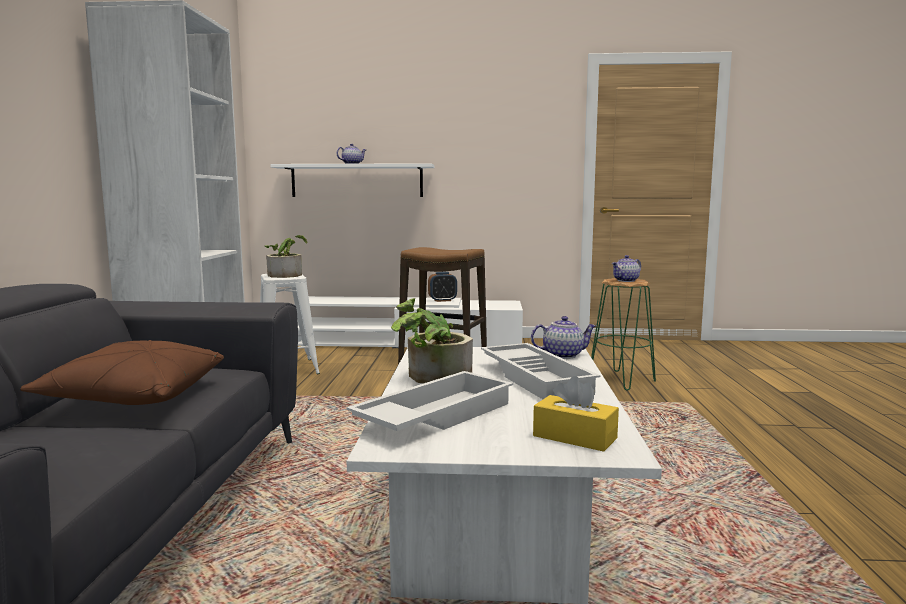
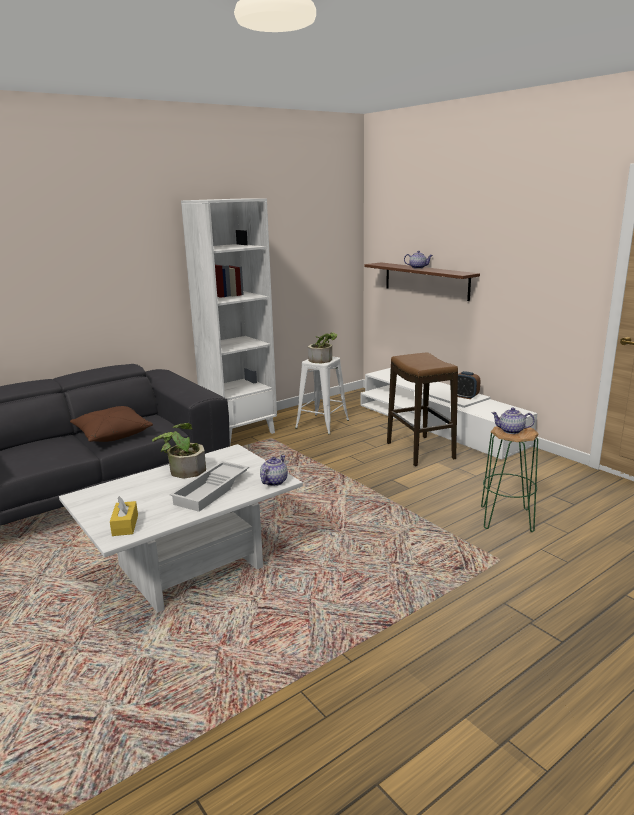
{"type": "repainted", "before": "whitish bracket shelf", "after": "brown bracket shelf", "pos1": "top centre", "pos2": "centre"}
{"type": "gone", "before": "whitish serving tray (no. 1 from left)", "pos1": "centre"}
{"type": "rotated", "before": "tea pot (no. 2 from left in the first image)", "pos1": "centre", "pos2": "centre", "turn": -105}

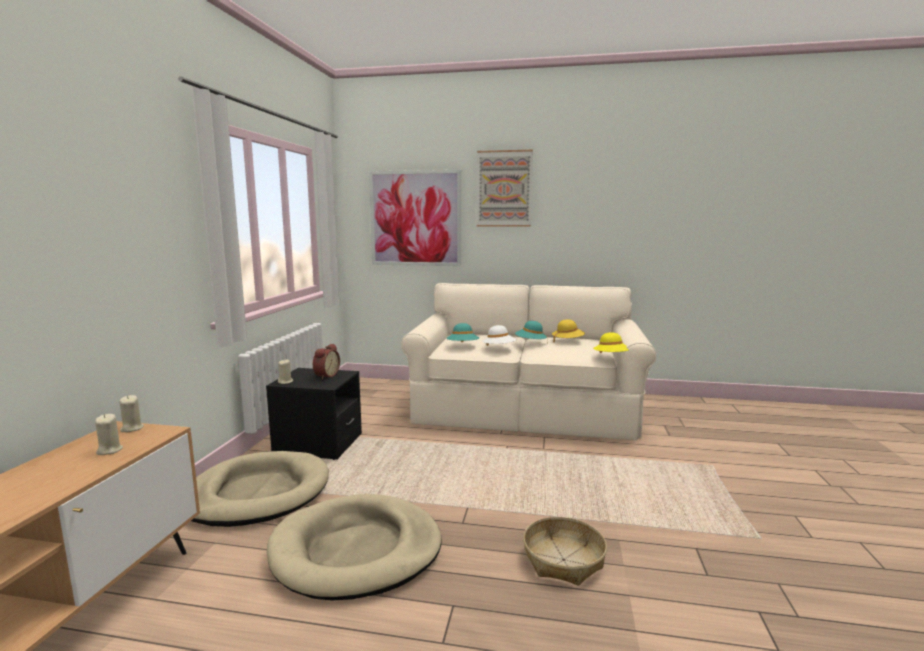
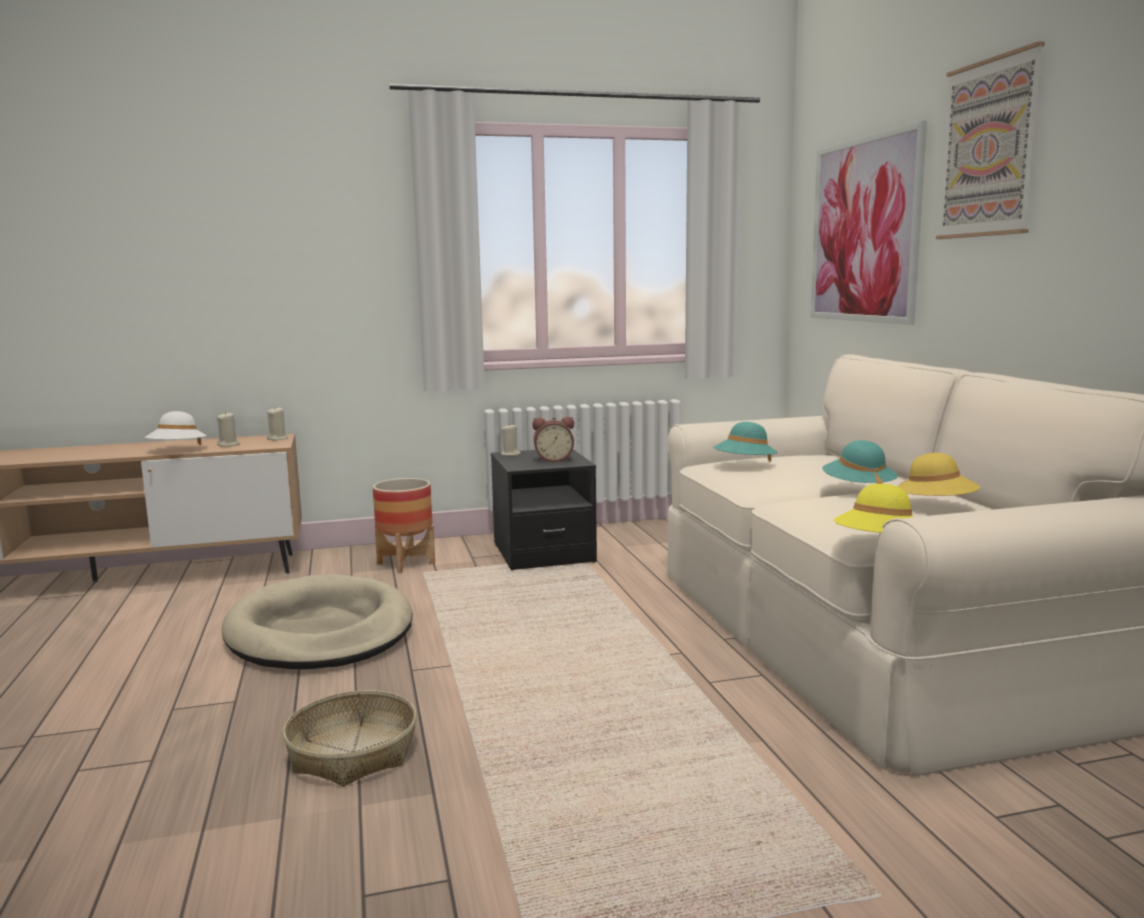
{"type": "swapped", "before": "beige-coloured dog bed (no. 1 from left)", "after": "planter", "pos1": "bottom left", "pos2": "centre"}
{"type": "shifted", "before": "whitish hat", "pos1": "centre", "pos2": "middle left"}

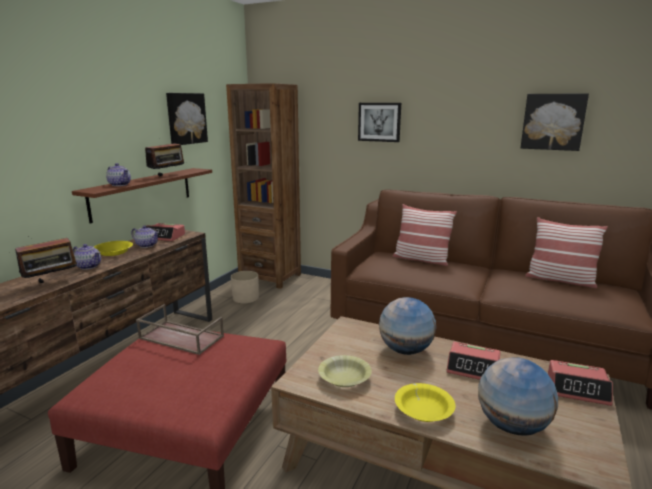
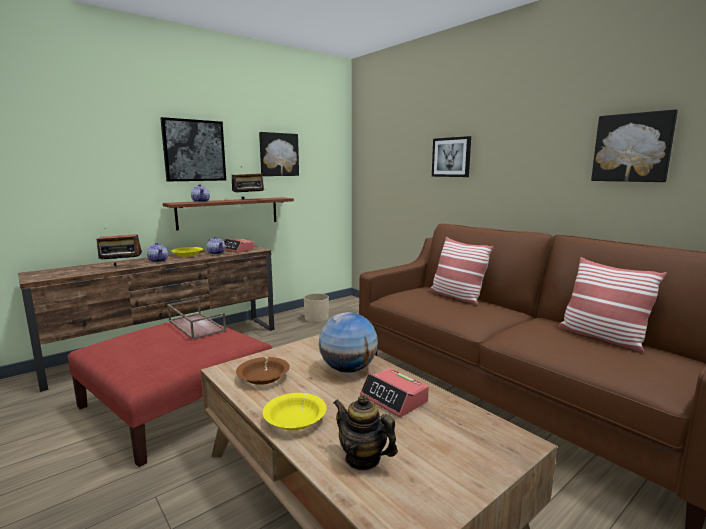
{"type": "gone", "before": "brown shelving unit", "pos1": "centre"}
{"type": "repainted", "before": "yellowish bowl (no. 2 from left)", "after": "brown bowl", "pos1": "bottom centre", "pos2": "bottom centre"}
{"type": "swapped", "before": "desk globe (no. 2 from left)", "after": "tea pot (no. 4 from left)", "pos1": "bottom right", "pos2": "bottom centre"}
{"type": "gone", "before": "alarm clock (no. 3 from left)", "pos1": "bottom right"}
{"type": "new", "after": "wall picture (no. 1 from left)", "pos2": "top left"}

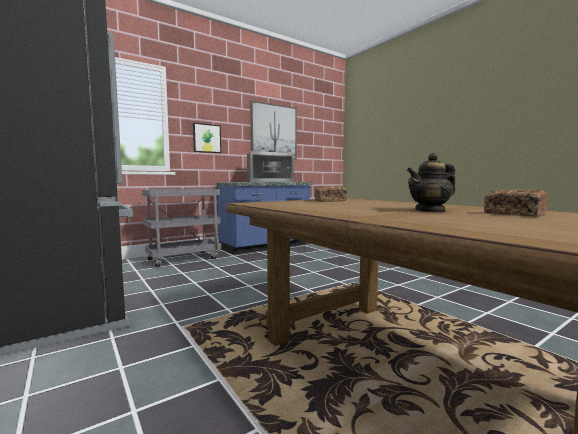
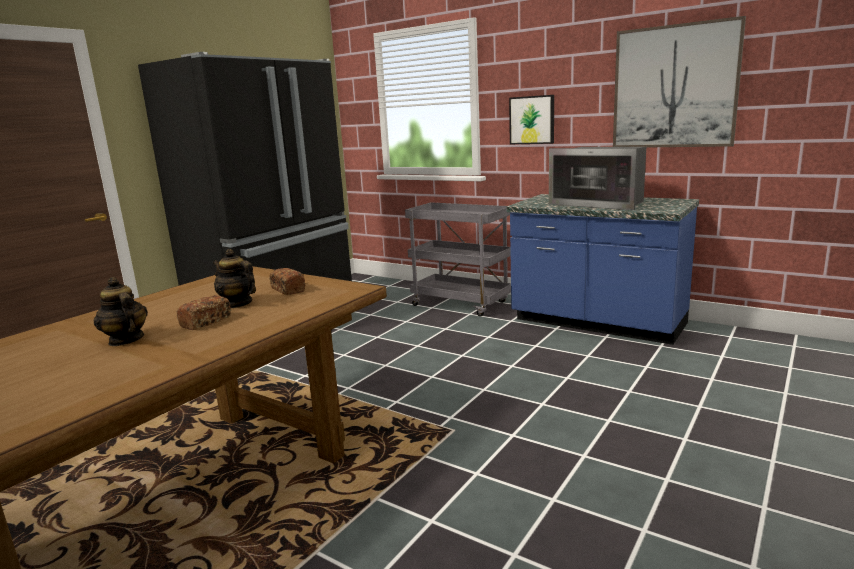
{"type": "shifted", "before": "baked bread (no. 2 from left in the first image)", "after": "baked bread (no. 1 from left)", "pos1": "middle right", "pos2": "middle left"}
{"type": "new", "after": "tea pot (no. 2 from left)", "pos2": "middle left"}

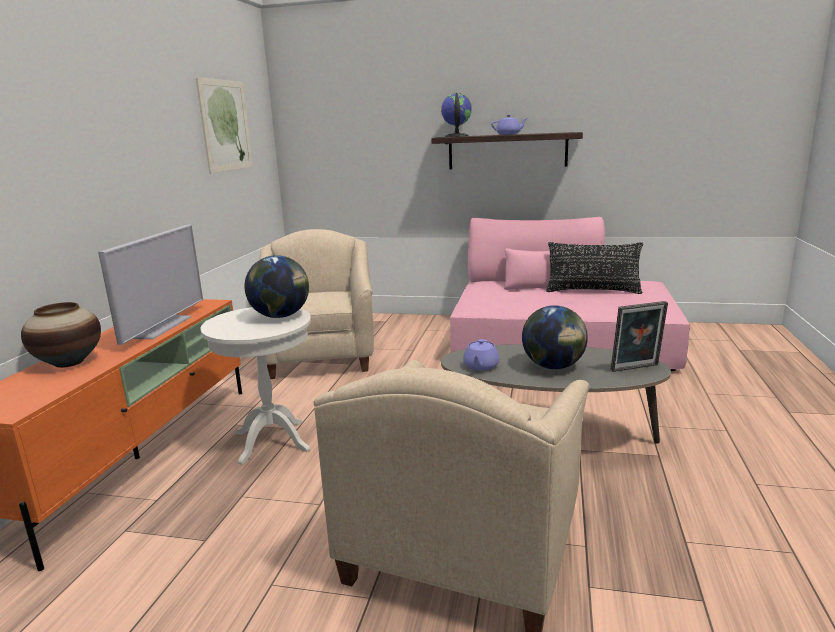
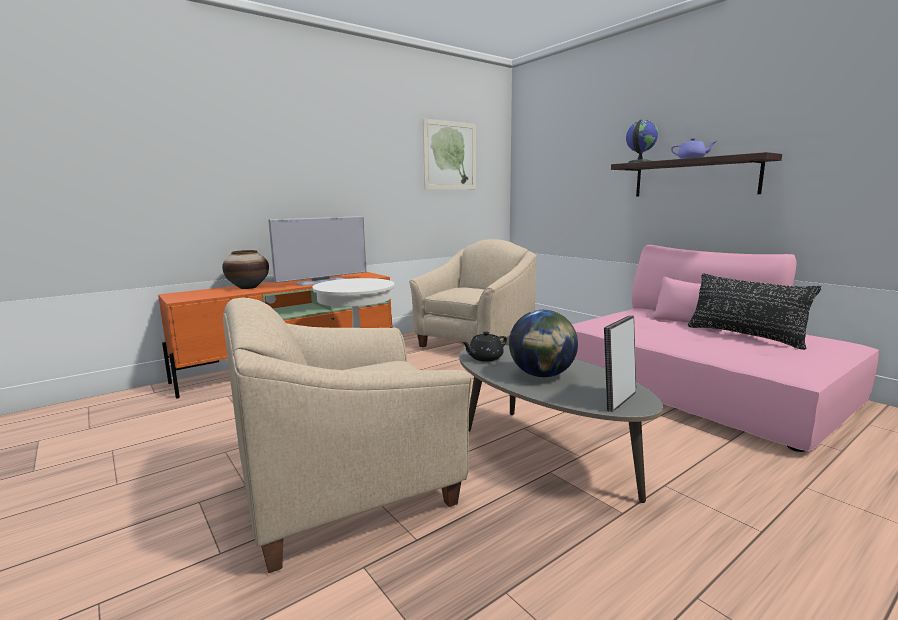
{"type": "gone", "before": "desk globe (no. 1 from left)", "pos1": "middle left"}
{"type": "repainted", "before": "purple tea pot (no. 1 from left)", "after": "black tea pot", "pos1": "centre", "pos2": "centre"}
{"type": "rotated", "before": "photo frame", "pos1": "middle right", "pos2": "middle right", "turn": 105}

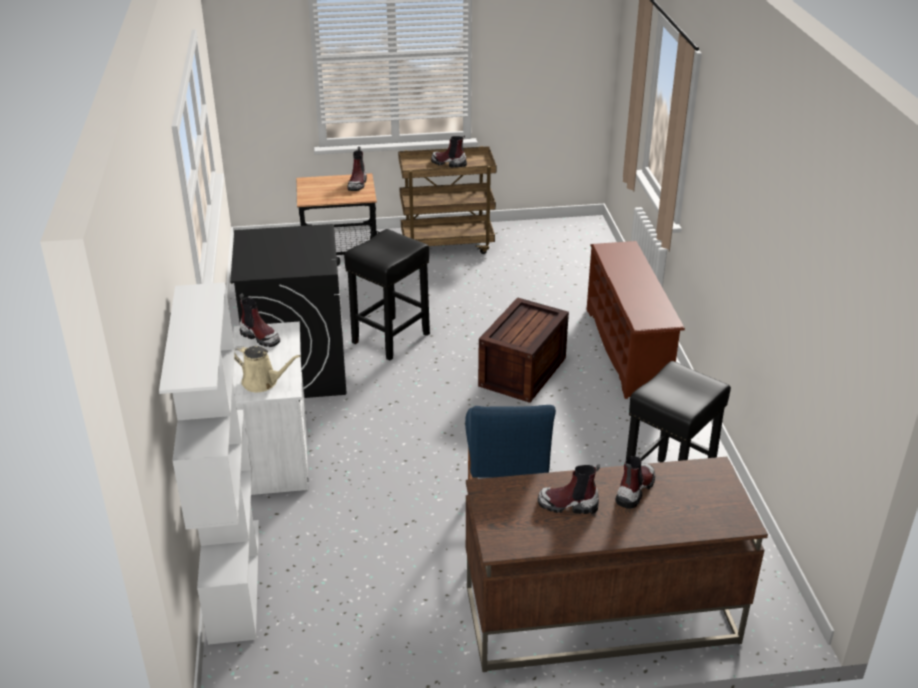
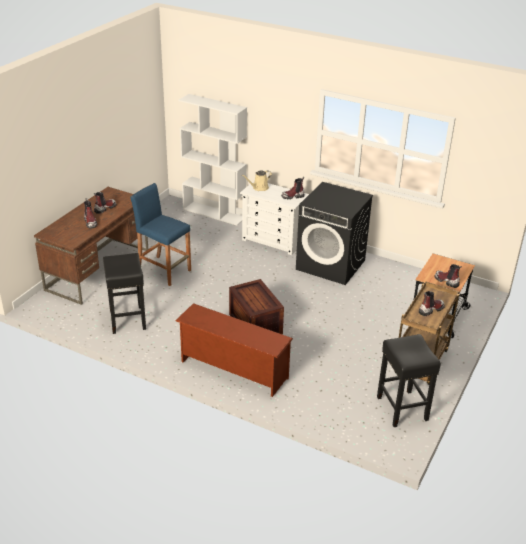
{"type": "shifted", "before": "black sitting stool (no. 1 from left in the first image)", "after": "black sitting stool (no. 2 from left)", "pos1": "centre", "pos2": "bottom right"}

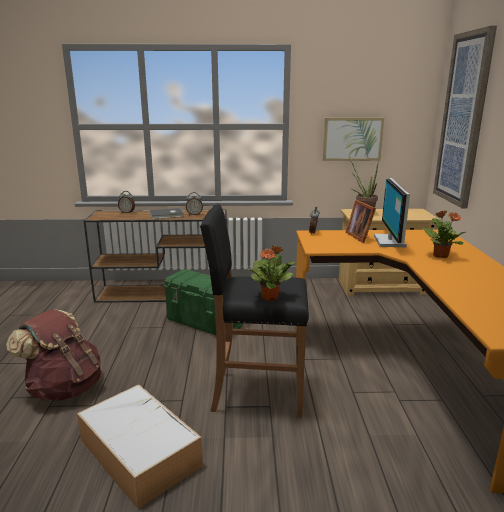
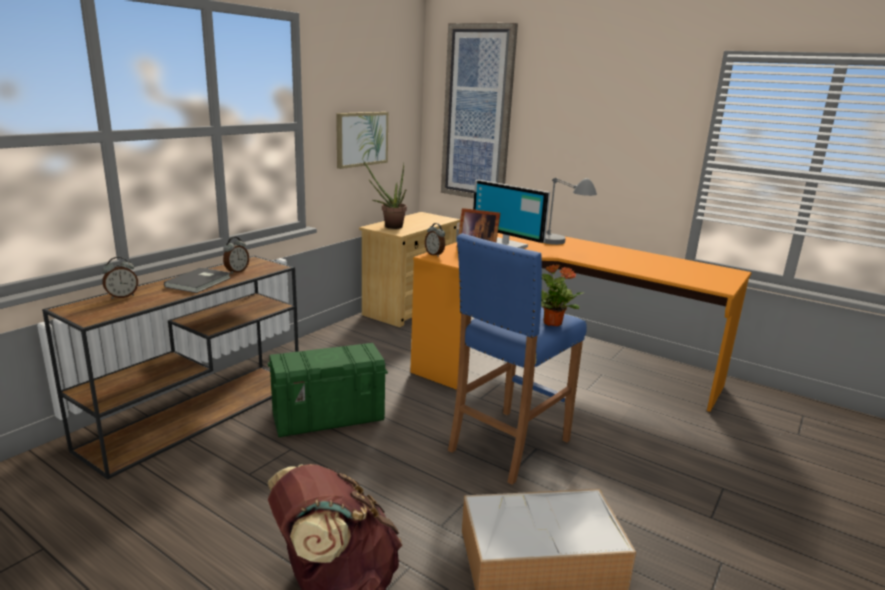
{"type": "repainted", "before": "black sitting stool", "after": "blue-coloured sitting stool", "pos1": "centre", "pos2": "centre"}
{"type": "swapped", "before": "houseplant (no. 3 from left)", "after": "greyish tabletop lamp", "pos1": "middle right", "pos2": "centre"}

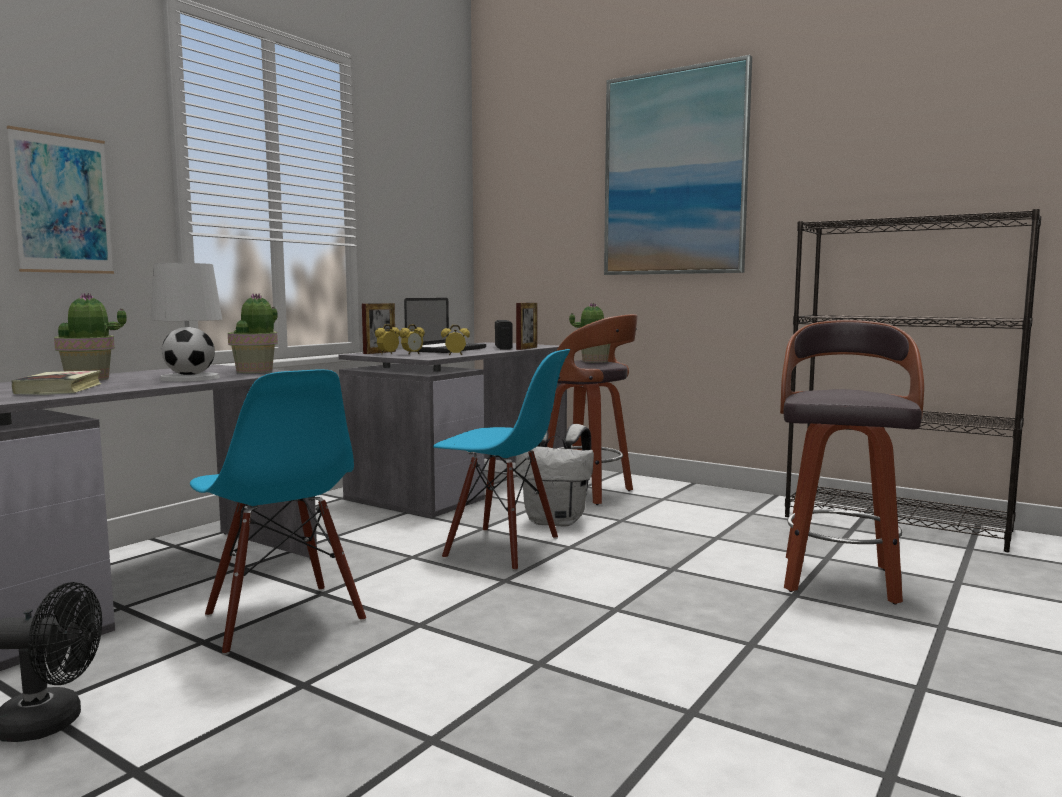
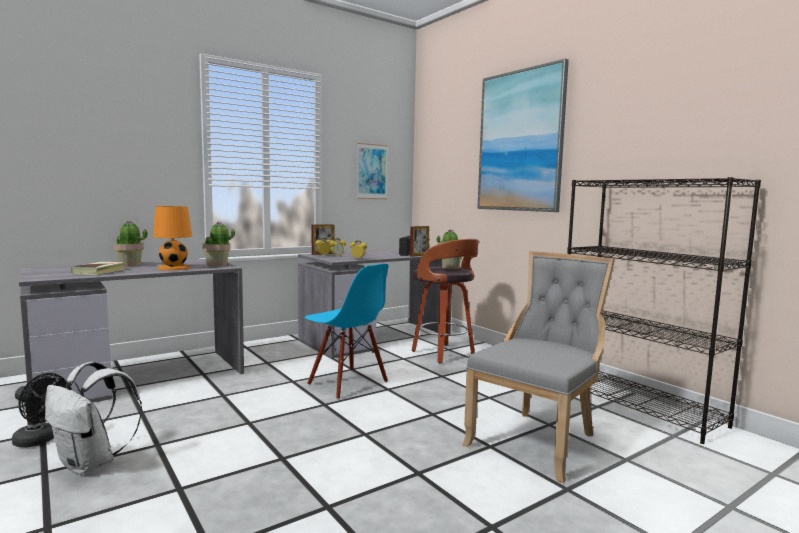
{"type": "shifted", "before": "wall picture (no. 1 from left)", "pos1": "top left", "pos2": "top centre"}
{"type": "repainted", "before": "whitish tabletop lamp", "after": "orange tabletop lamp", "pos1": "middle left", "pos2": "middle left"}
{"type": "gone", "before": "blue-coloured chair (no. 1 from left)", "pos1": "middle left"}
{"type": "gone", "before": "portable computer", "pos1": "centre"}
{"type": "shifted", "before": "whitish knapsack", "pos1": "centre", "pos2": "bottom left"}
{"type": "swapped", "before": "sitting stool (no. 2 from left)", "after": "greyish chair", "pos1": "middle right", "pos2": "bottom right"}

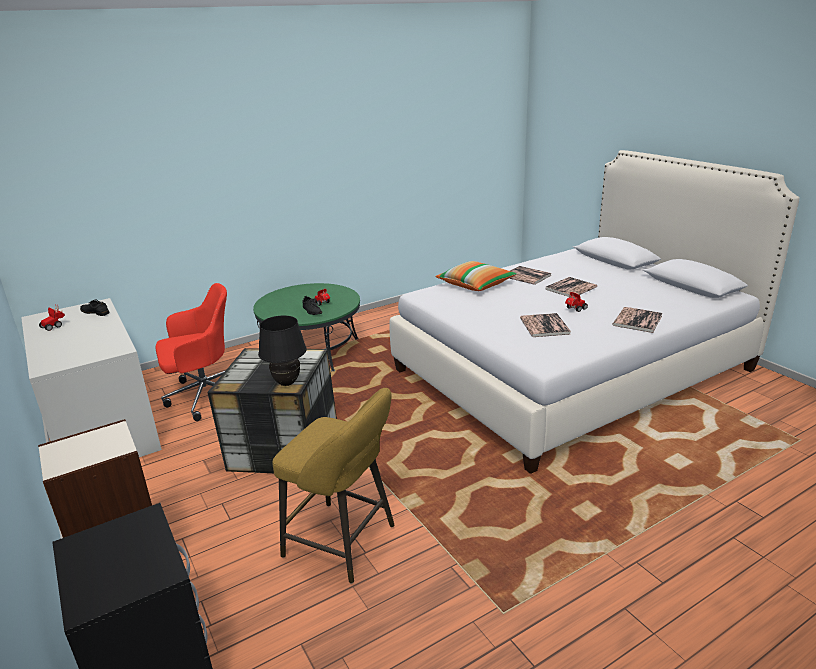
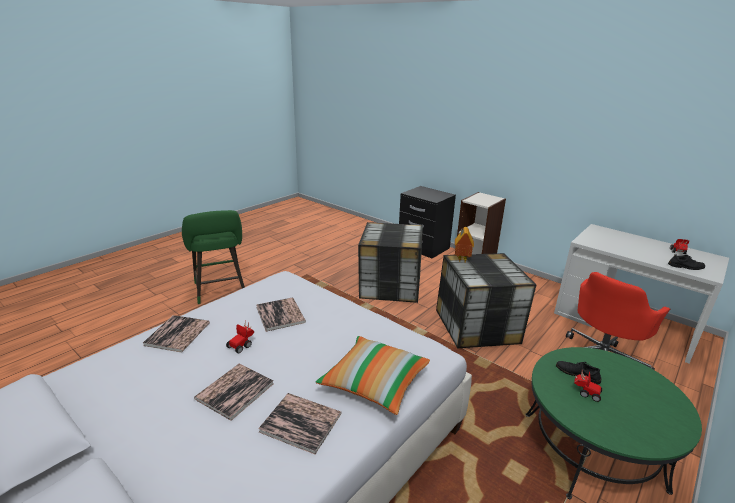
{"type": "swapped", "before": "black tabletop lamp", "after": "toy house", "pos1": "centre", "pos2": "centre"}
{"type": "swapped", "before": "yellowish sitting stool", "after": "storage box (no. 1 from left)", "pos1": "bottom centre", "pos2": "centre"}
{"type": "new", "after": "greenish sitting stool", "pos2": "middle left"}

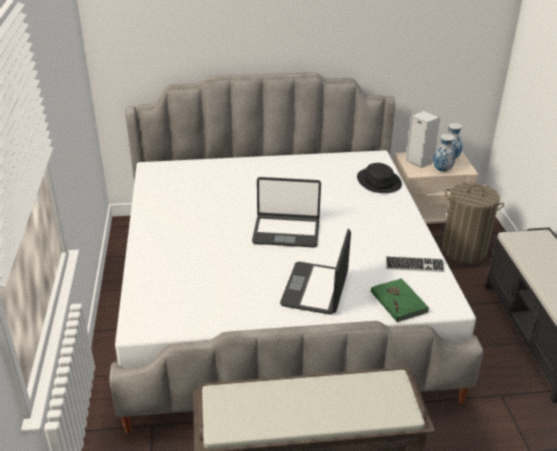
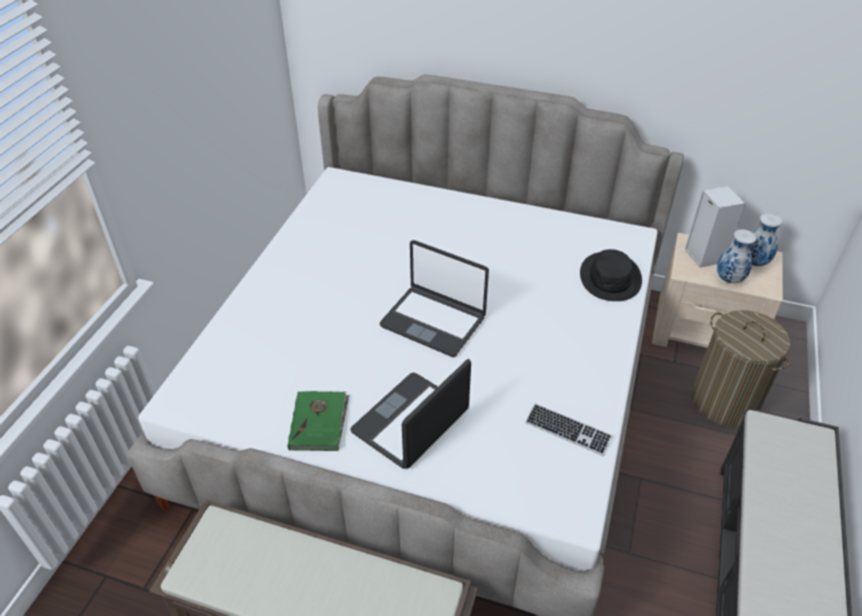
{"type": "shifted", "before": "greenish book", "pos1": "middle right", "pos2": "bottom centre"}

